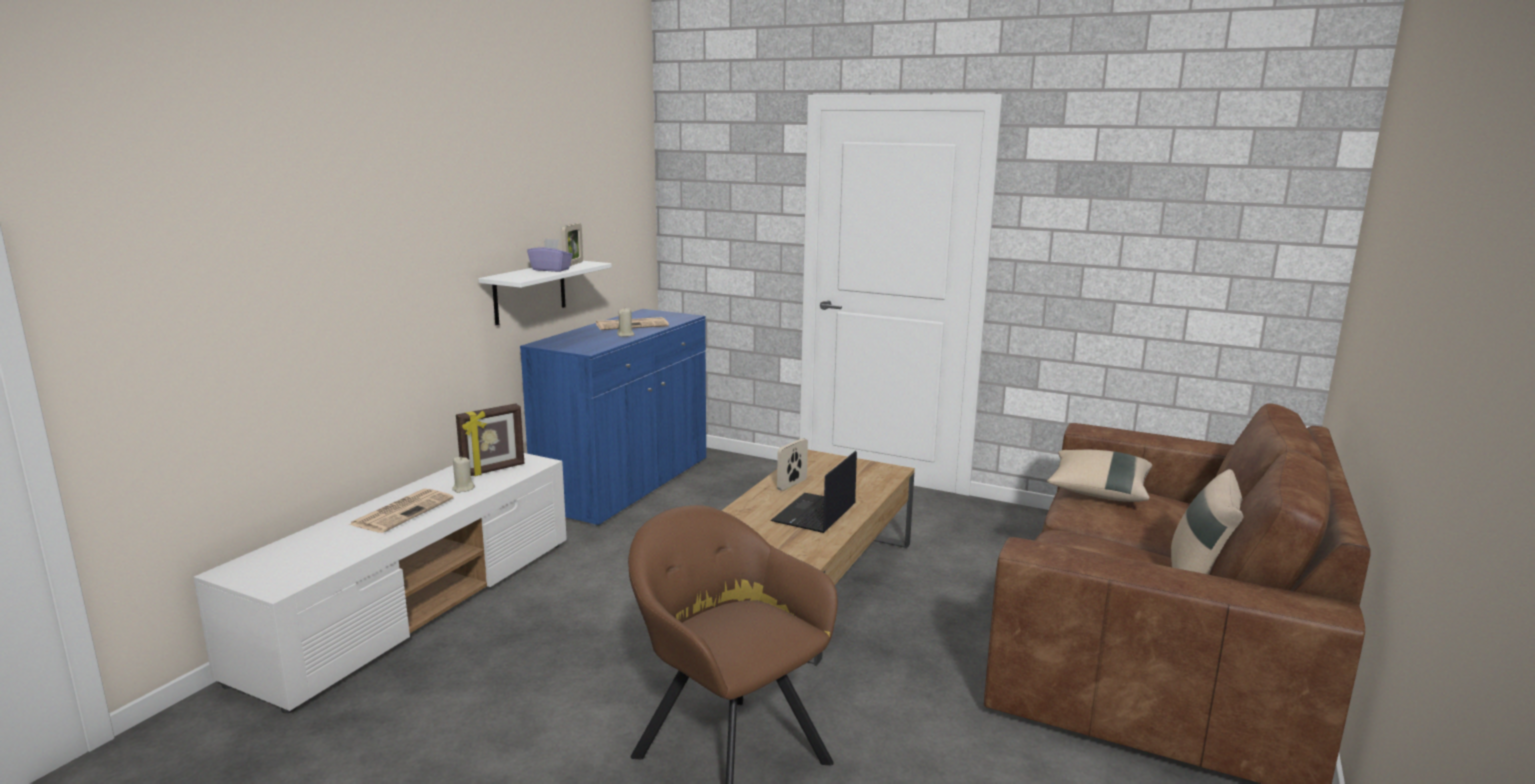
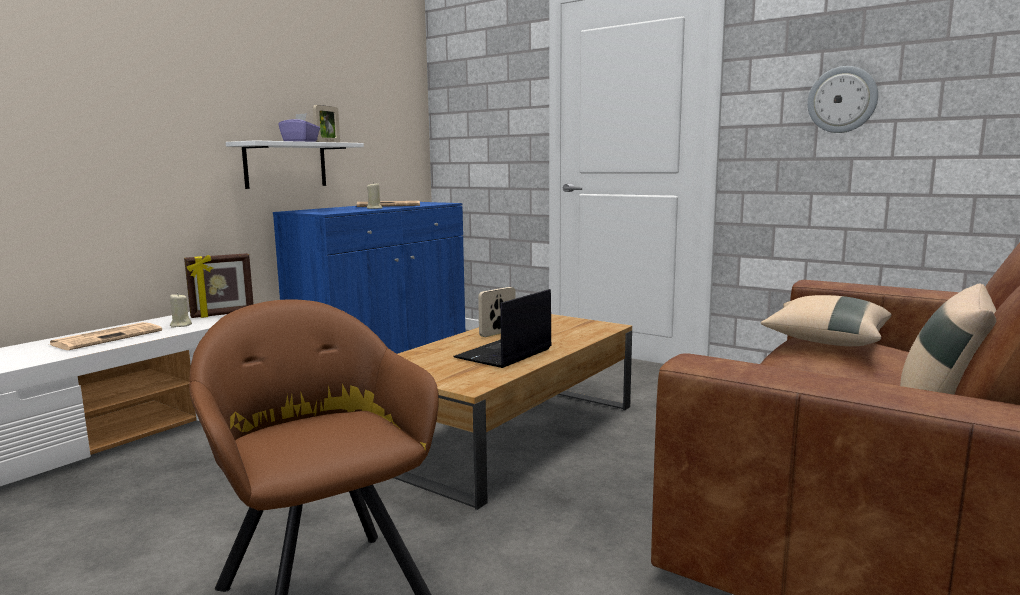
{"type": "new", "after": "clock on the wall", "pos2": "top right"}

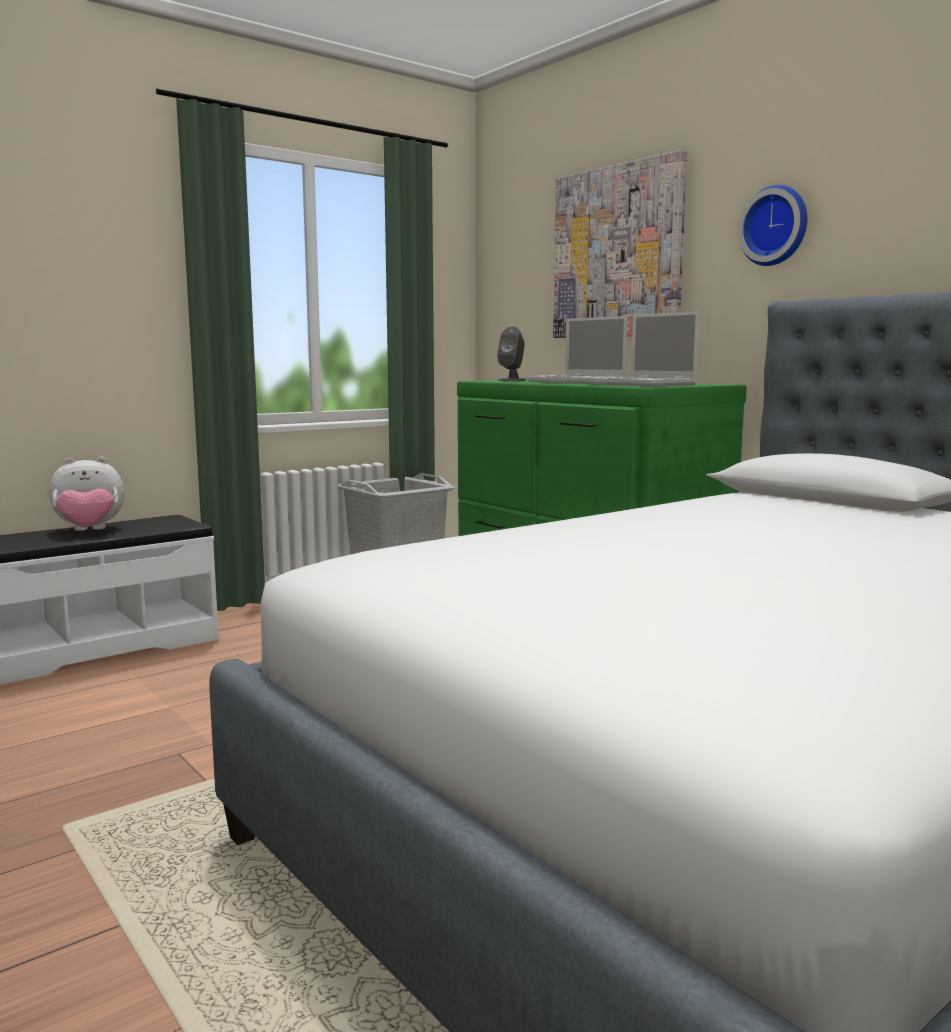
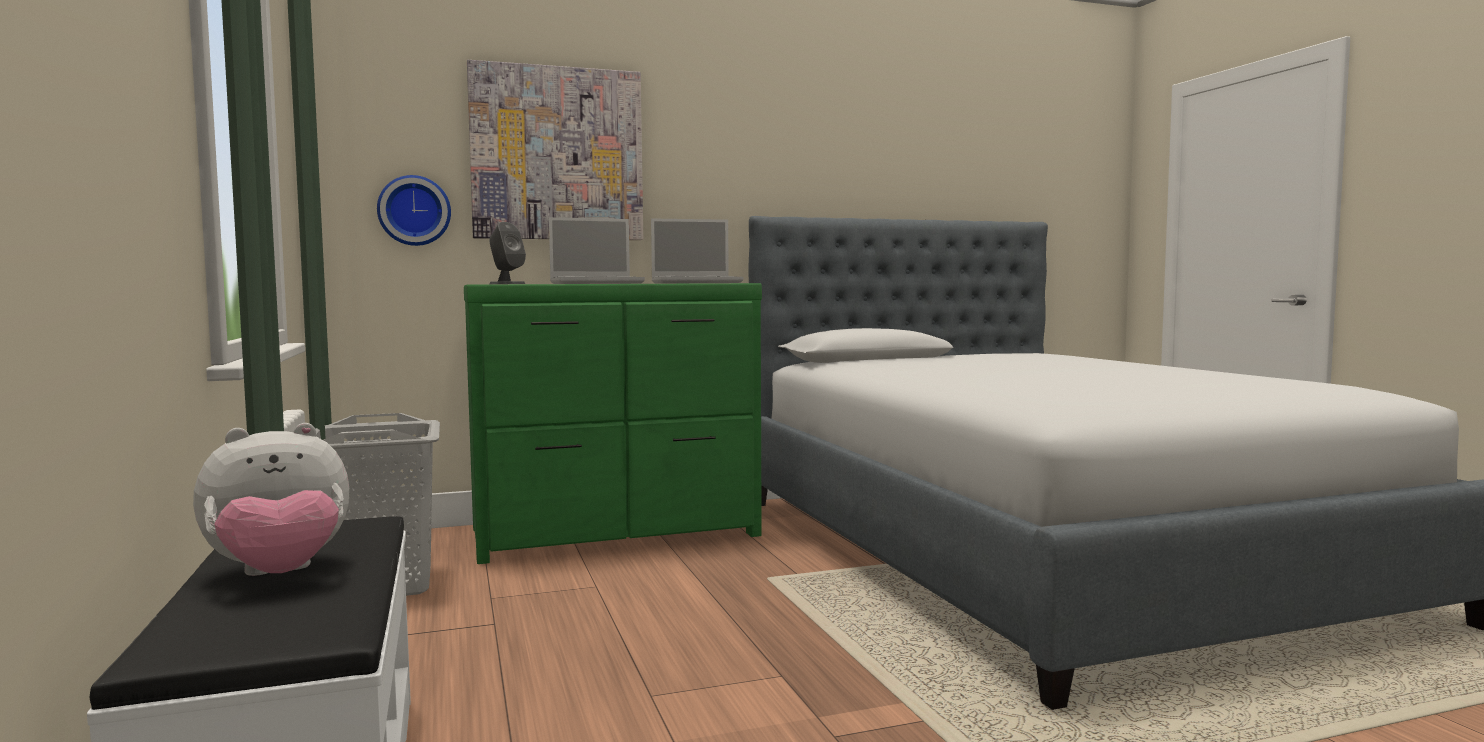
{"type": "rotated", "before": "cuddly toy", "pos1": "middle left", "pos2": "bottom left", "turn": 60}
{"type": "shifted", "before": "clock on the wall", "pos1": "top right", "pos2": "top left"}

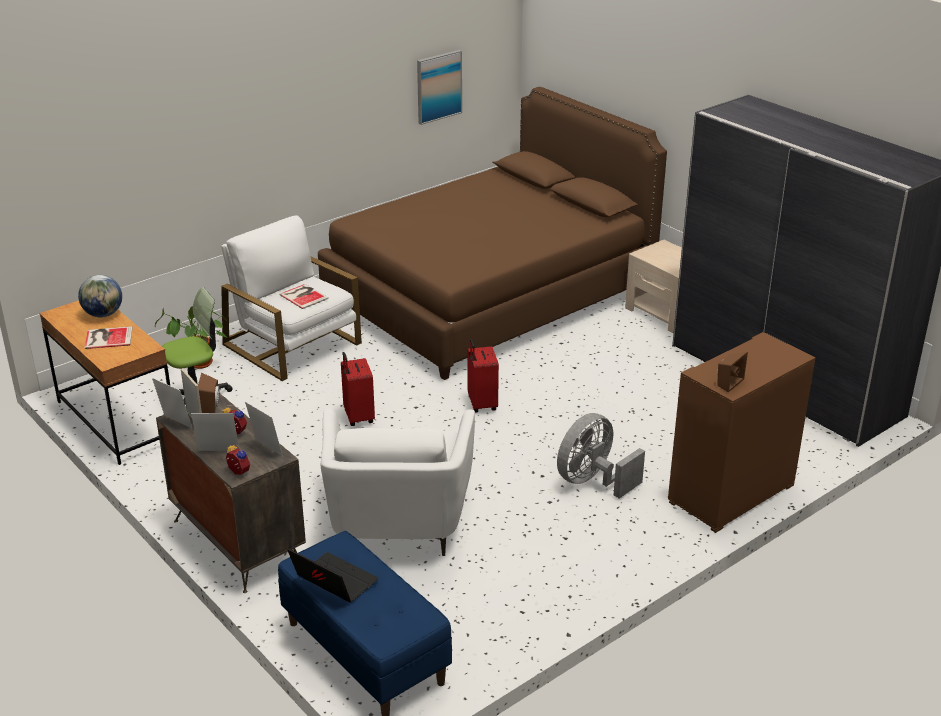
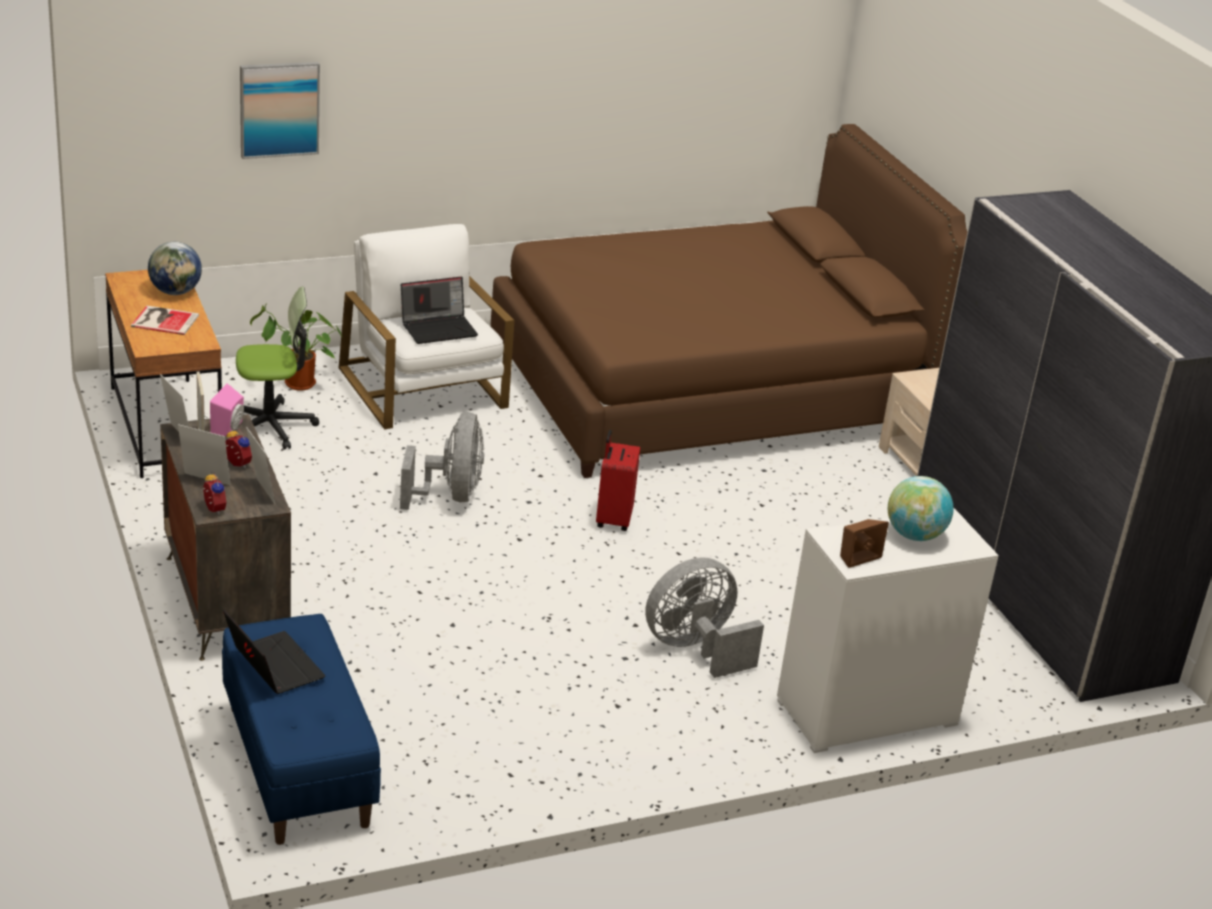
{"type": "repainted", "before": "brown speaker (no. 1 from left)", "after": "pinkish speaker", "pos1": "middle left", "pos2": "middle left"}
{"type": "swapped", "before": "book (no. 2 from left)", "after": "portable computer (no. 2 from left)", "pos1": "middle left", "pos2": "centre"}
{"type": "gone", "before": "whitish lounge chair (no. 2 from left)", "pos1": "bottom centre"}
{"type": "swapped", "before": "red travel case (no. 1 from left)", "after": "greyish electric fan (no. 1 from left)", "pos1": "centre", "pos2": "centre"}
{"type": "shifted", "before": "wall picture", "pos1": "top centre", "pos2": "top left"}
{"type": "repainted", "before": "brown cabinet", "after": "whitish cabinet", "pos1": "middle right", "pos2": "bottom right"}
{"type": "new", "after": "desk globe (no. 2 from left)", "pos2": "middle right"}

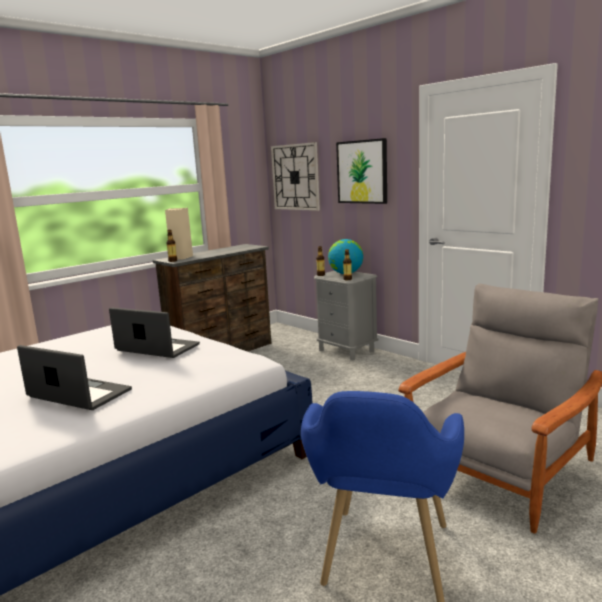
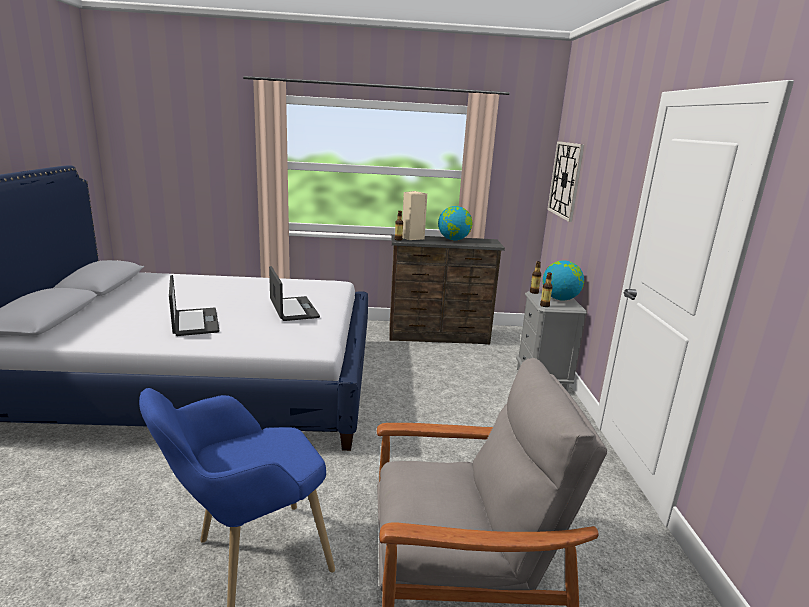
{"type": "gone", "before": "wall picture", "pos1": "top centre"}
{"type": "new", "after": "desk globe (no. 1 from left)", "pos2": "centre"}

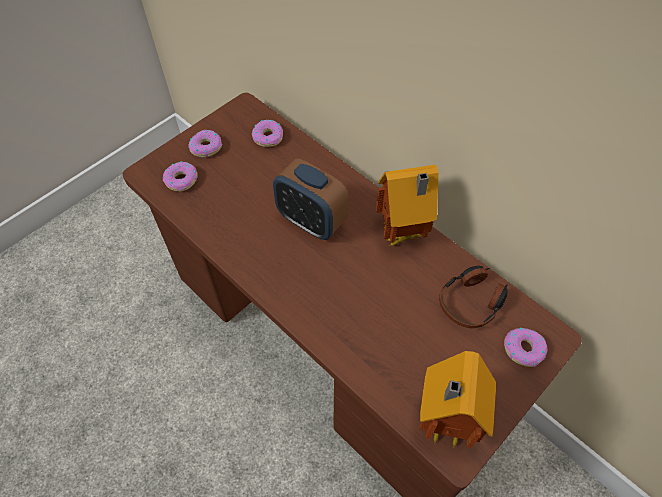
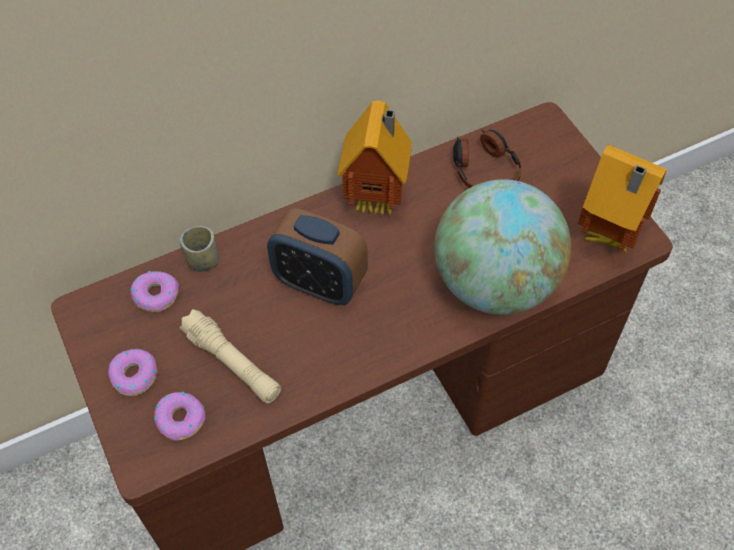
{"type": "rotated", "before": "alarm clock", "pos1": "centre", "pos2": "centre", "turn": 60}
{"type": "gone", "before": "doughnut (no. 4 from left)", "pos1": "bottom right"}
{"type": "new", "after": "beige-coloured flashlight", "pos2": "middle left"}
{"type": "new", "after": "drinking cup", "pos2": "middle left"}
{"type": "new", "after": "desk globe", "pos2": "middle right"}

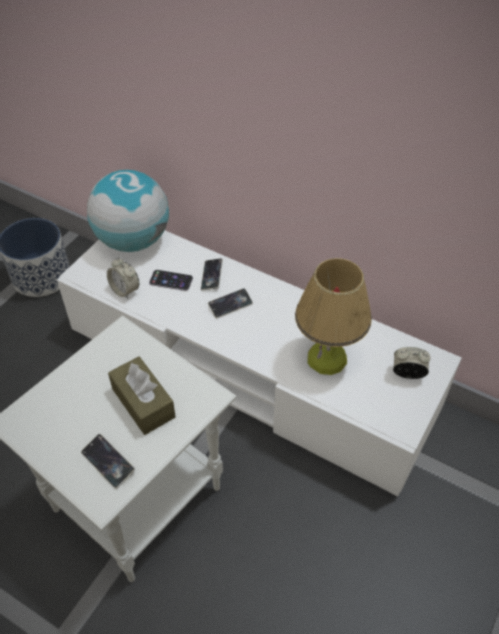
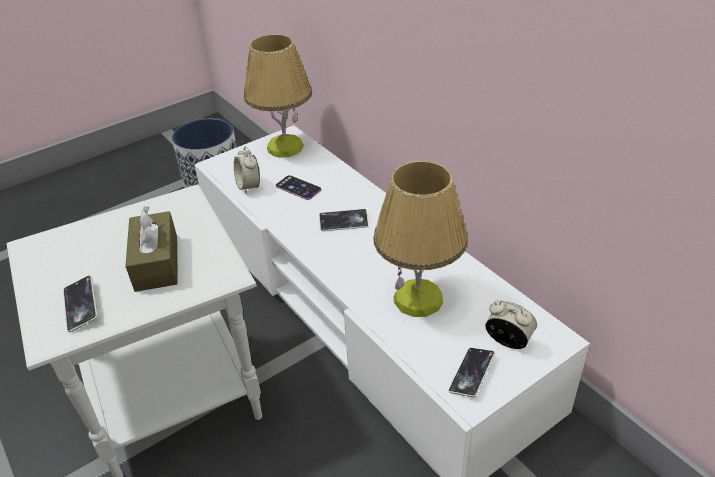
{"type": "swapped", "before": "desk globe", "after": "tabletop lamp (no. 1 from left)", "pos1": "top left", "pos2": "top centre"}
{"type": "shifted", "before": "handset (no. 3 from left in the first image)", "after": "handset (no. 4 from left)", "pos1": "centre", "pos2": "bottom centre"}

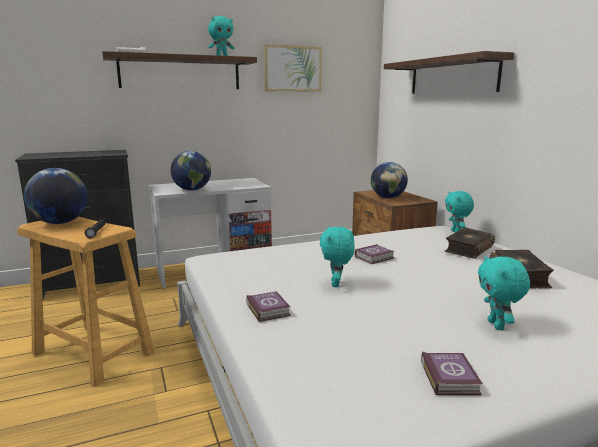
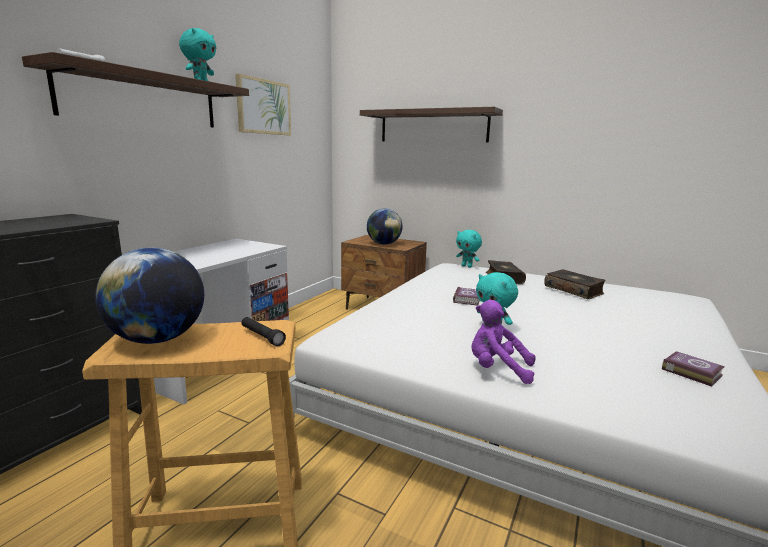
{"type": "gone", "before": "desk globe (no. 2 from left)", "pos1": "middle left"}
{"type": "swapped", "before": "book (no. 1 from left)", "after": "purple cuddly toy", "pos1": "bottom centre", "pos2": "centre"}
{"type": "gone", "before": "blue-green cuddly toy (no. 4 from left)", "pos1": "middle right"}

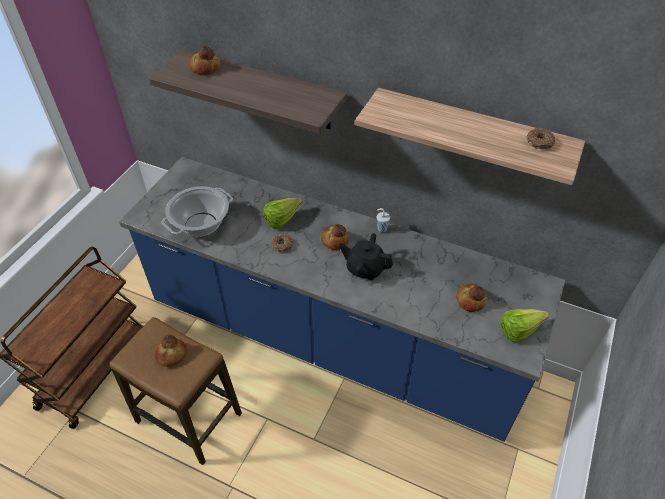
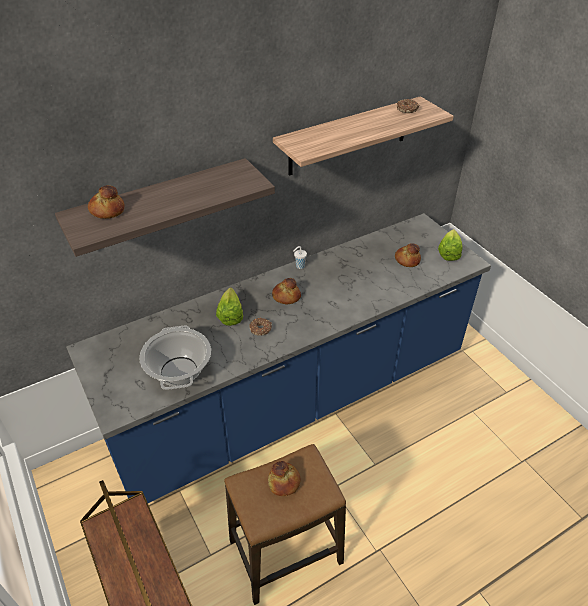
{"type": "gone", "before": "black tea pot", "pos1": "centre"}

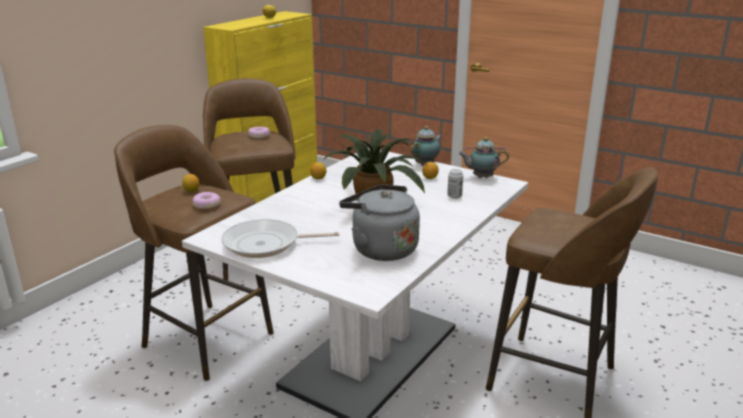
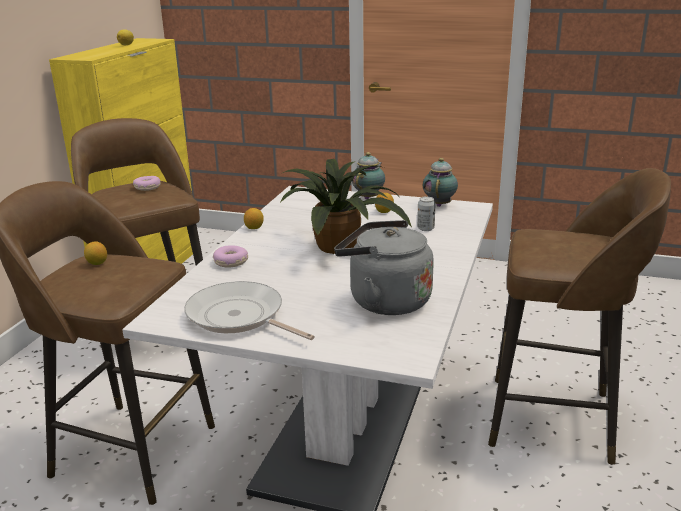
{"type": "shifted", "before": "doughnut (no. 1 from left in the first image)", "after": "doughnut (no. 2 from left)", "pos1": "middle left", "pos2": "centre"}
{"type": "rotated", "before": "skillet", "pos1": "centre", "pos2": "centre", "turn": 60}
{"type": "rotated", "before": "tea pot (no. 2 from left)", "pos1": "centre", "pos2": "centre", "turn": 120}

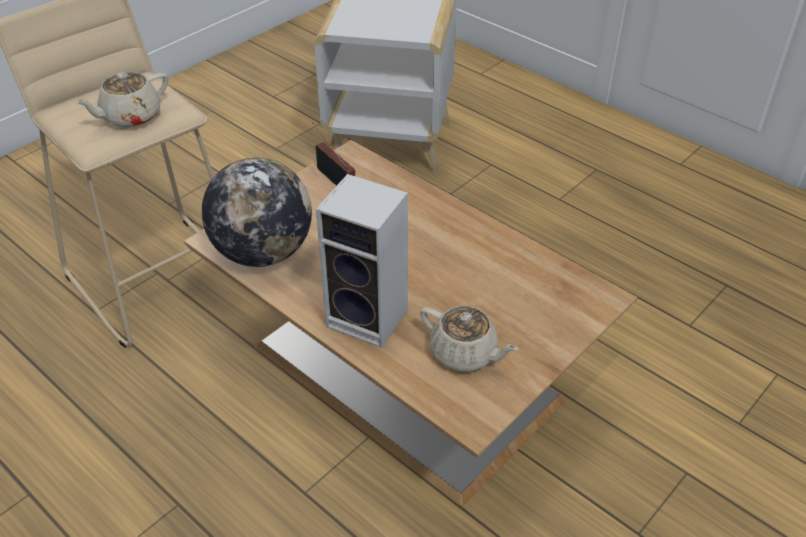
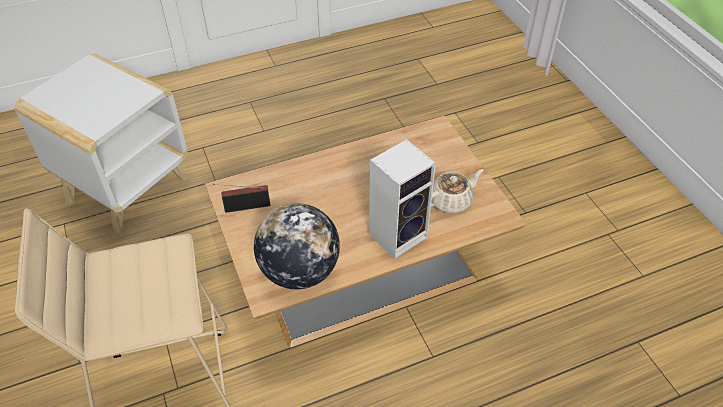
{"type": "gone", "before": "beige-coloured tea pot (no. 1 from left)", "pos1": "top left"}

